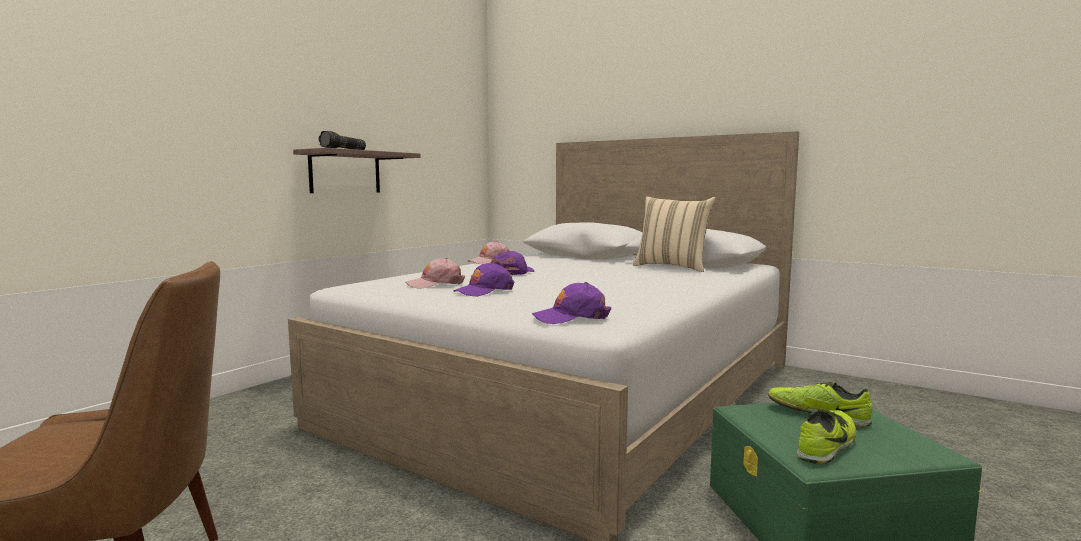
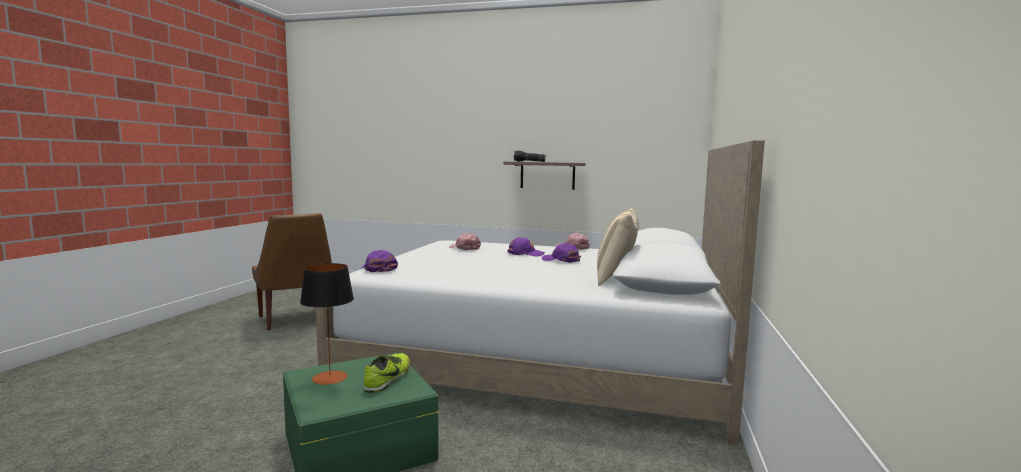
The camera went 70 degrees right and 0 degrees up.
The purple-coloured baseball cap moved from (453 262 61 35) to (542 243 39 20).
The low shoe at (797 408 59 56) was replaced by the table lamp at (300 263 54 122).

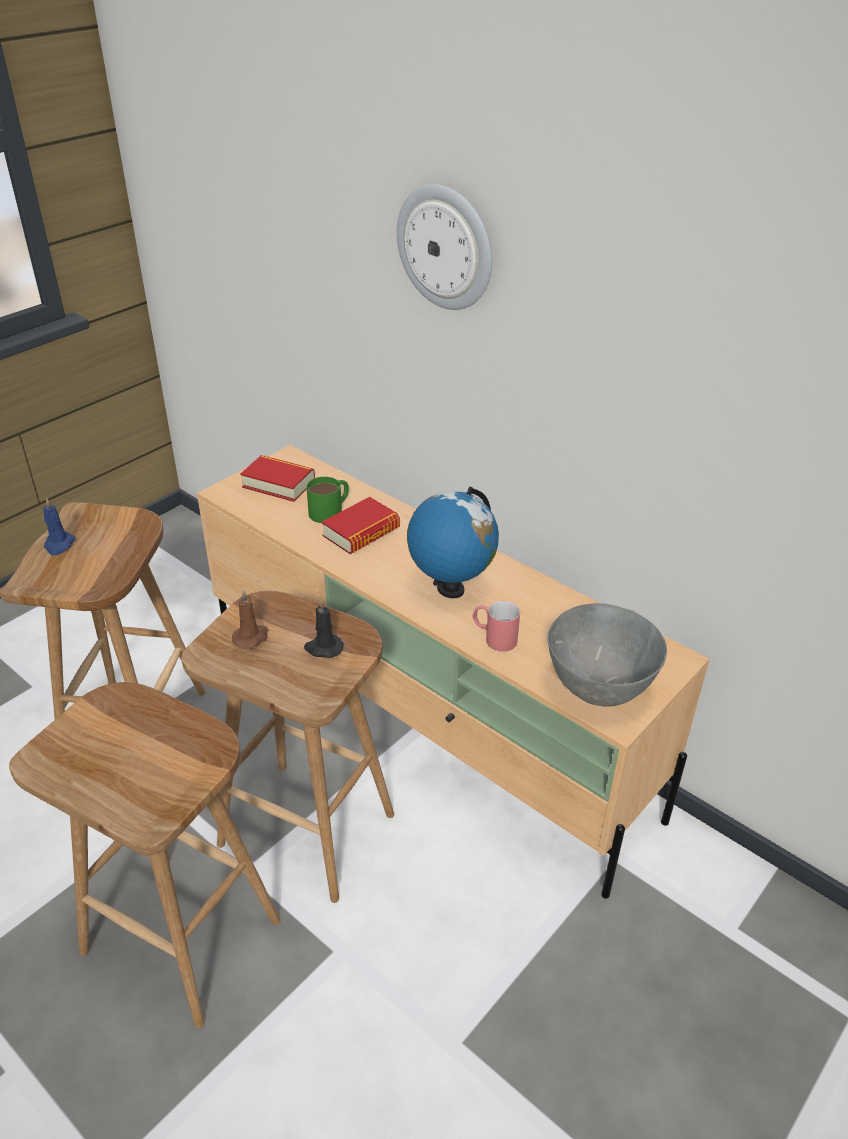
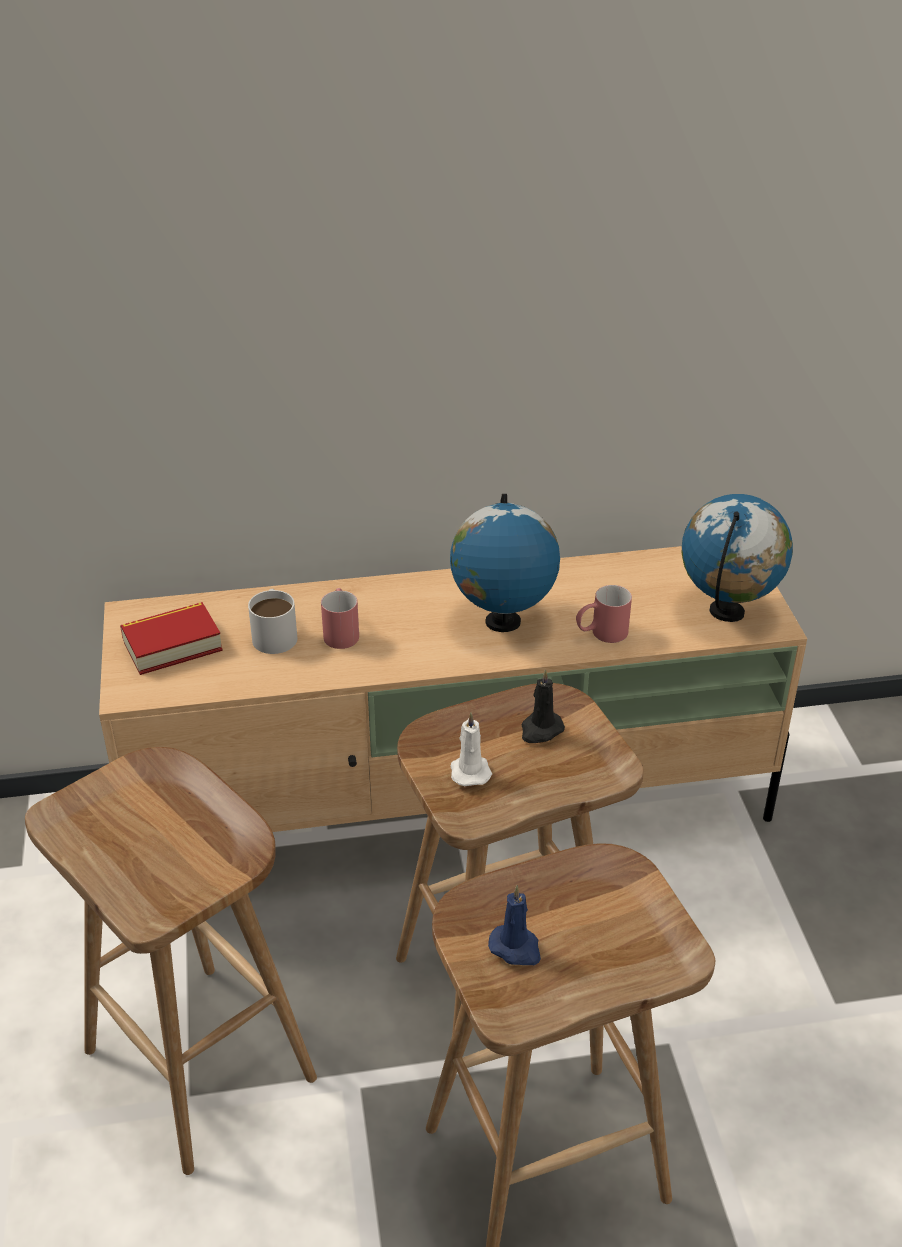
The camera went 50 degrees left and 0 degrees up.
The wall clock at (397 184 95 126) disappeared.
The blue candle moved from (43 497 33 59) to (488 885 53 80).
The book at (322 497 78 57) was replaced by the red coffee mug at (321 588 38 61).
The grey bowl at (547 603 120 104) was replaced by the globe at (682 494 111 128).
The brown-coloured candle at (232 589 36 60) became the white-coloured candle at (450 712 42 74).
The green coffee mug at (306 477 43 46) became the white-coloured coffee mug at (248 589 49 65).

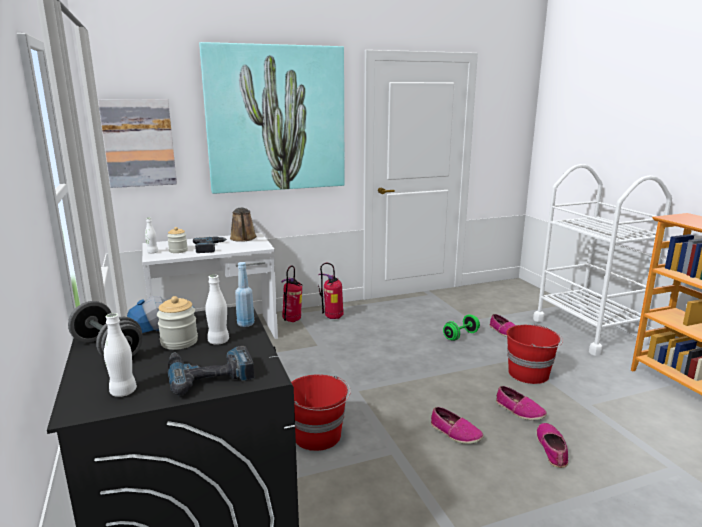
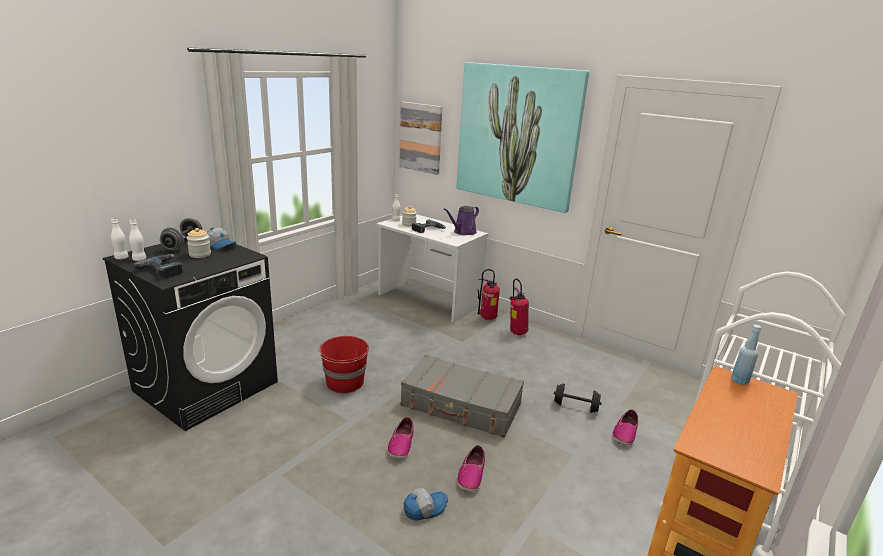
The camera went 55 degrees right and 5 degrees up.
The red pail at (507 324 56 60) disappeared.
The grey piece of luggage at (400 354 124 84) appeared.
The white-coloured drink bottle moved from (205 275 24 70) to (111 218 18 42).
The blue drink bottle moved from (235 262 19 65) to (731 325 30 60).
The low shoe at (536 423 32 45) was replaced by the baseball cap at (404 488 44 33).
The brown-coloured watering pot at (230 207 27 35) became the purple-coloured watering pot at (444 206 35 29).
The green hand weight at (443 314 37 27) became the blackish hand weight at (554 384 48 29).

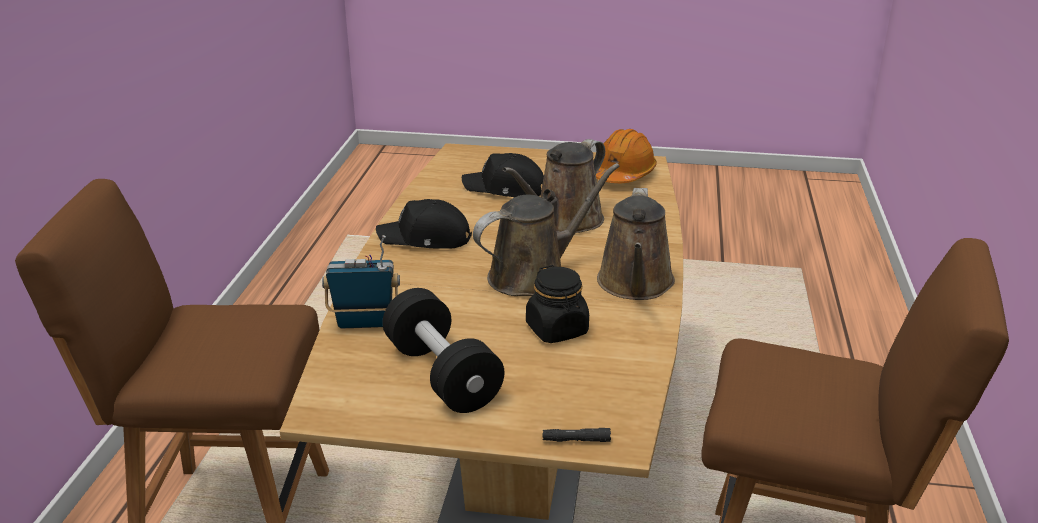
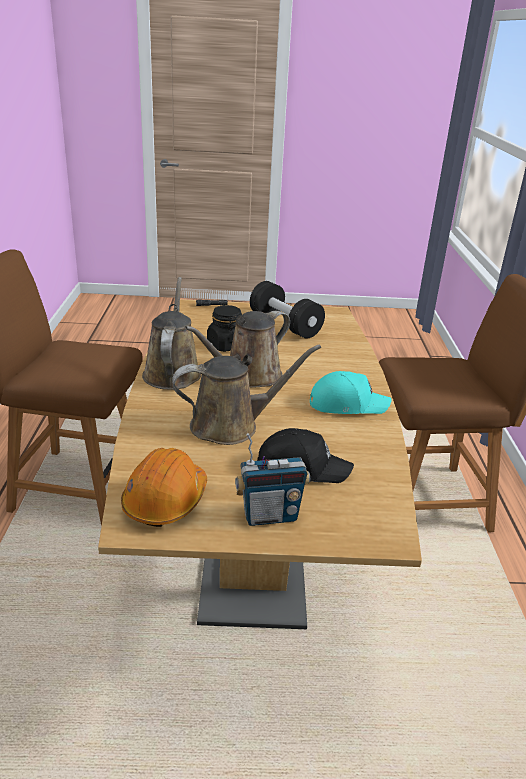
The camera went 170 degrees right and 0 degrees up.
The radio set moved from (322 235 78 93) to (235 433 75 93).
The blackish baseball cap at (376 199 96 50) became the turquoise baseball cap at (310 371 82 43).
The brown-coloured watering pot at (502 139 103 94) turned 45 degrees clockwise.

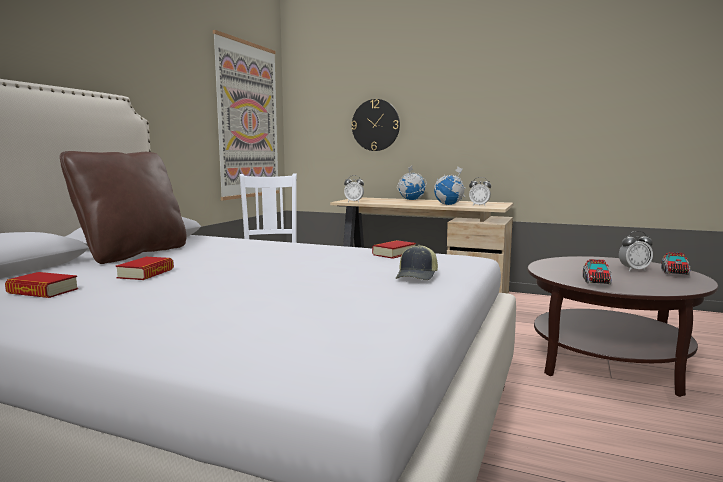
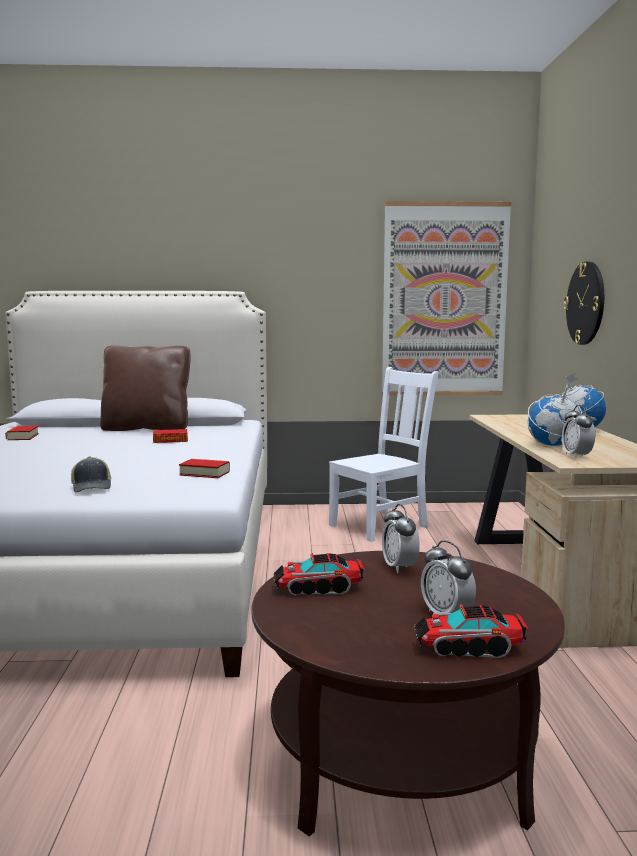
The camera went 65 degrees right and 0 degrees up.
The book moved from (116 257 58 23) to (153 429 35 14).
The table clock moved from (344 175 20 27) to (382 504 38 69).
The baseball cap at (396 245 42 35) turned 105 degrees counterclockwise.

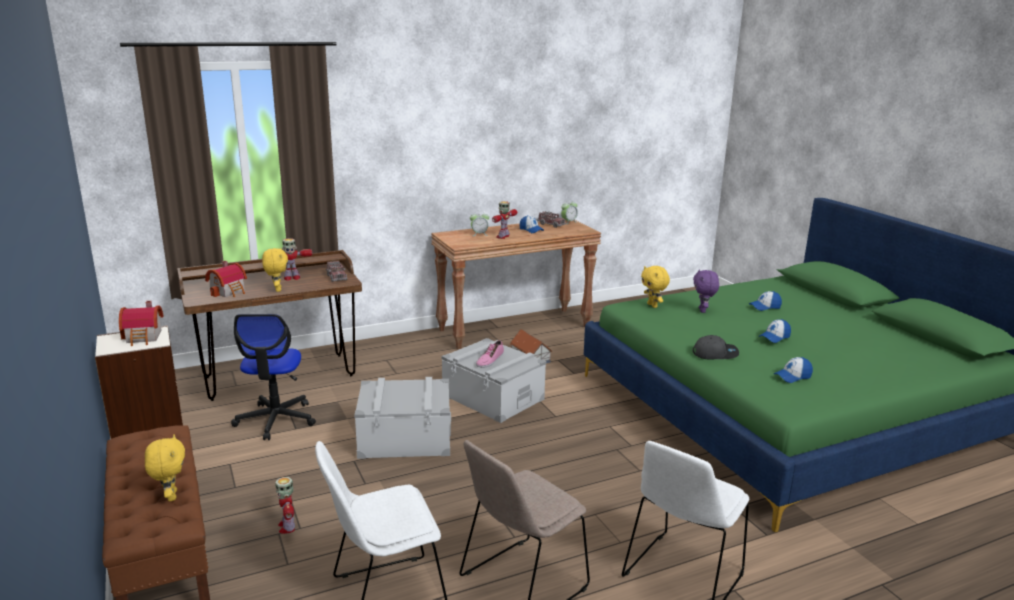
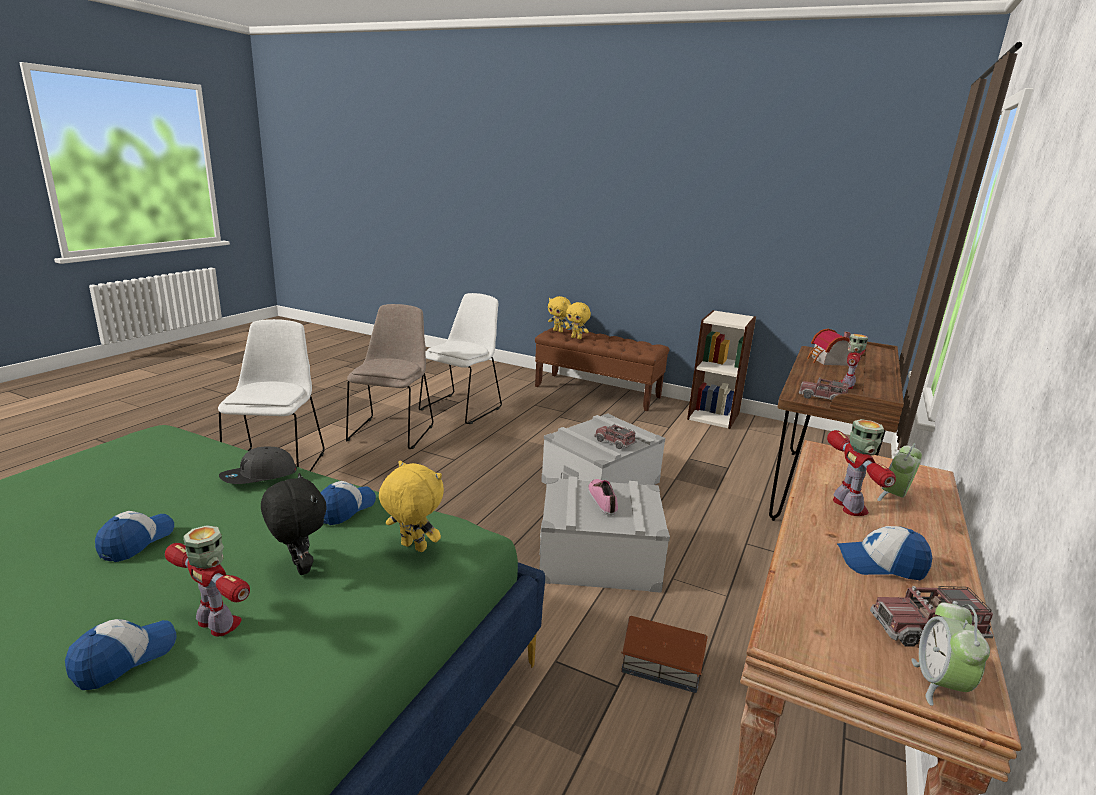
The camera went 140 degrees right and 0 degrees up.
The toy house at (119 301 45 45) disappeared.
The desk chair at (231 314 85 126) disappeared.
The toy lorry at (594 424 43 25) appeared.
The yellow cuddly toy moved from (262 248 26 44) to (548 296 23 36).
The model robot moved from (275 477 20 57) to (165 525 85 112).
The baseball cap moved from (774 357 39 26) to (321 481 55 44).
The purple-coloured cuddly toy at (693 269 26 44) became the blackish cuddly toy at (261 473 66 102).

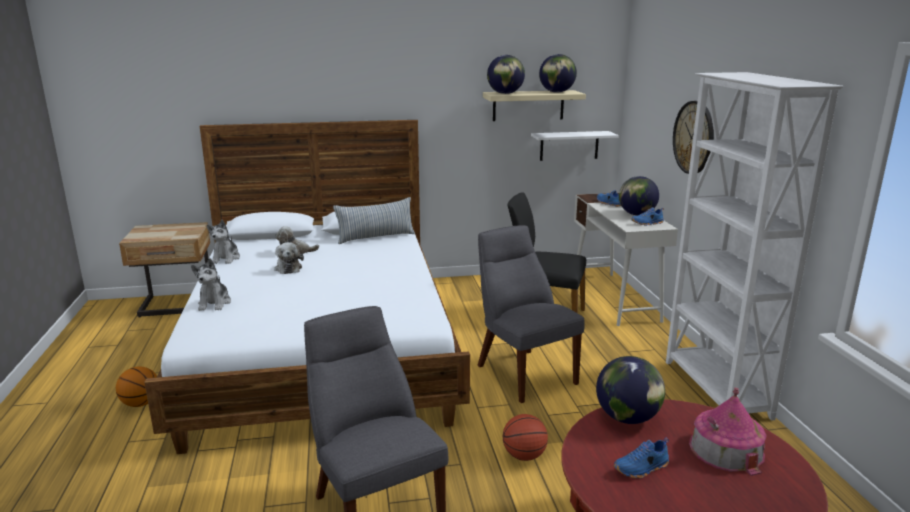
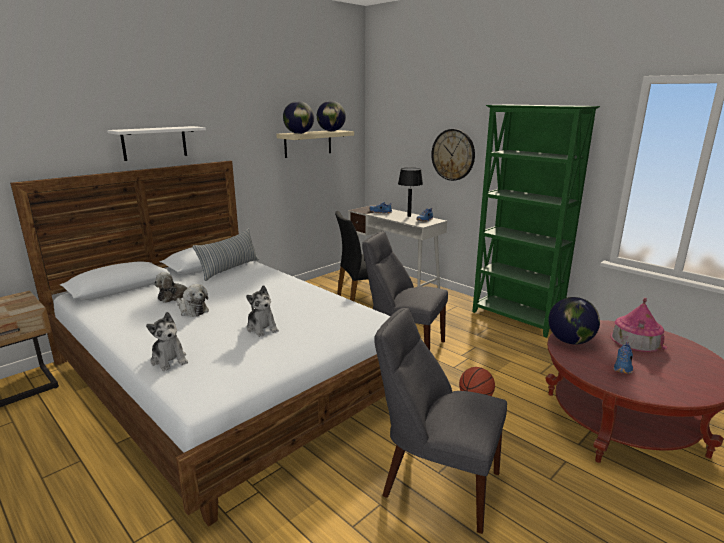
The camera went 35 degrees left and 0 degrees up.
The ball for basketball at (116 366 41 41) disappeared.
The cuddly toy moved from (207 220 33 44) to (246 285 33 52).
The white-coloured bracket shelf moved from (531 131 88 30) to (107 126 99 35).
The globe at (619 176 40 39) was replaced by the blackish table lamp at (398 168 25 49).
The white-coloured shelving unit at (666 72 178 349) became the green shelving unit at (472 105 128 233).

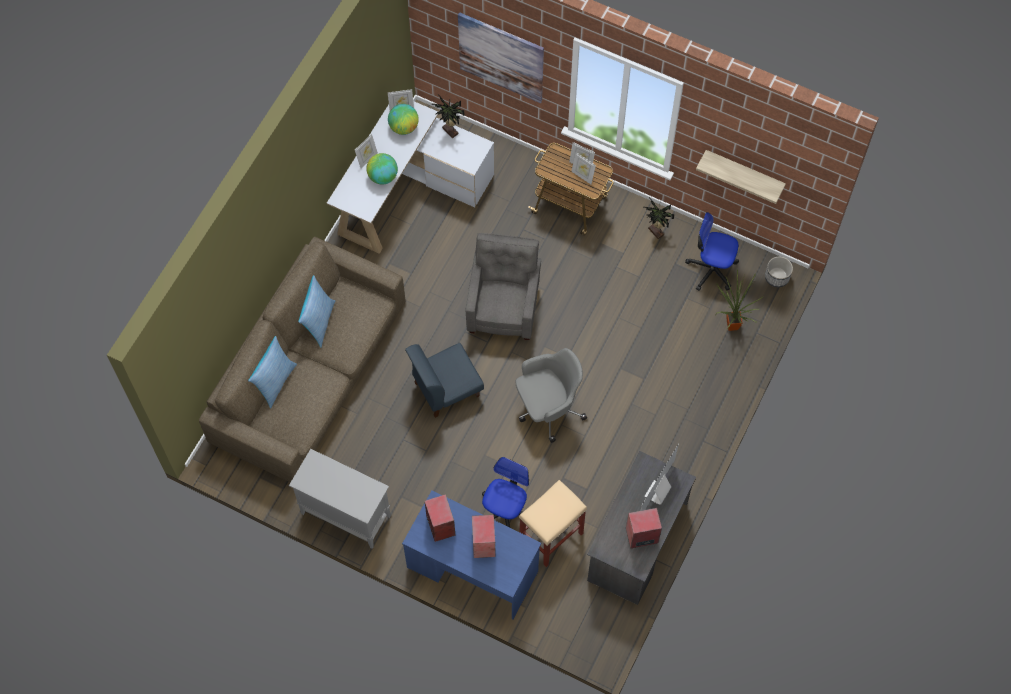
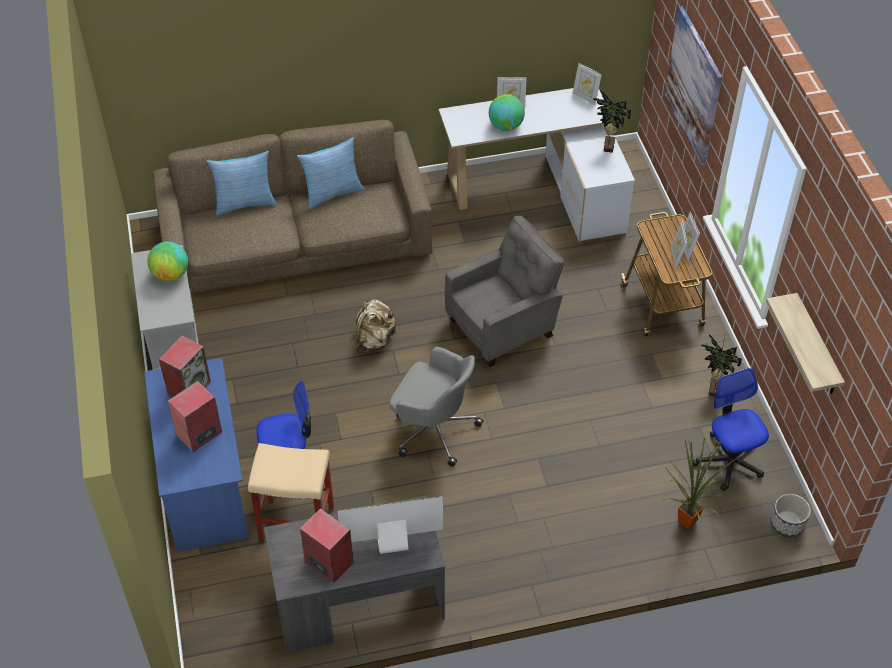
The camera went 50 degrees right and 15 degrees down.
The globe moved from (388 104 31 31) to (147 241 41 41).
The blue upright chair at (405 343 79 75) was replaced by the sand-coloured backpack at (356 299 40 54).

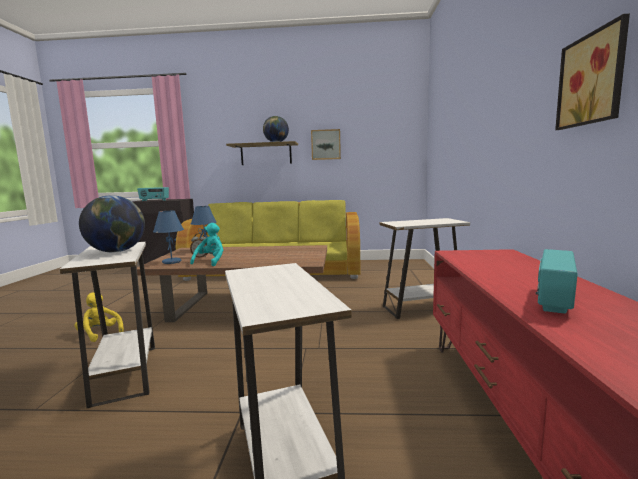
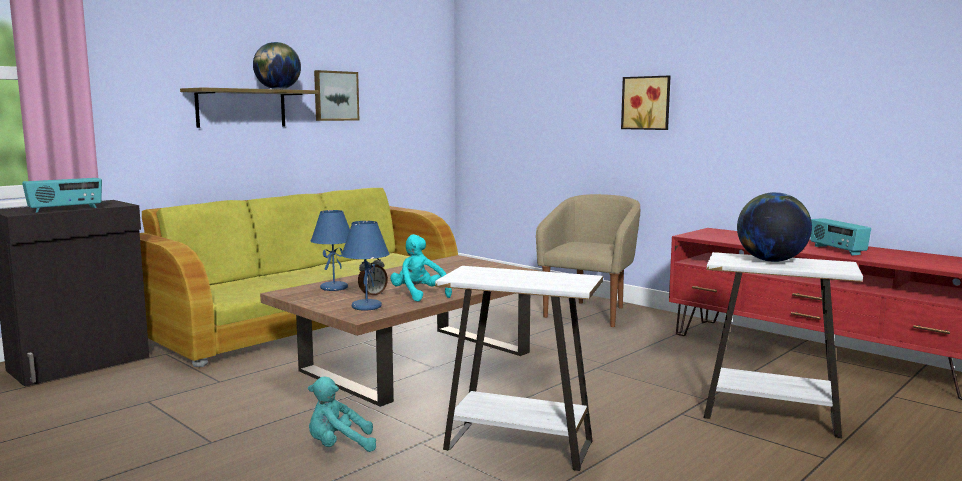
The camera went 50 degrees left and 0 degrees up.
The globe moved from (79 195 66 58) to (737 192 75 70).
The wall picture moved from (555 14 75 116) to (621 76 49 54).
The white-coloured end table at (380 218 90 101) was replaced by the sand-coloured lounge chair at (536 194 104 133).
The yellow cuddly toy at (74 292 50 50) became the turquoise cuddly toy at (308 377 68 75).

